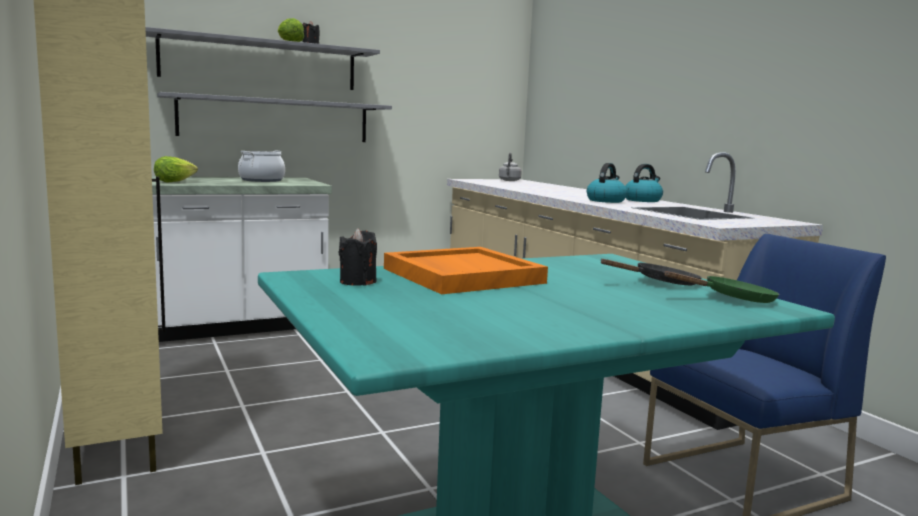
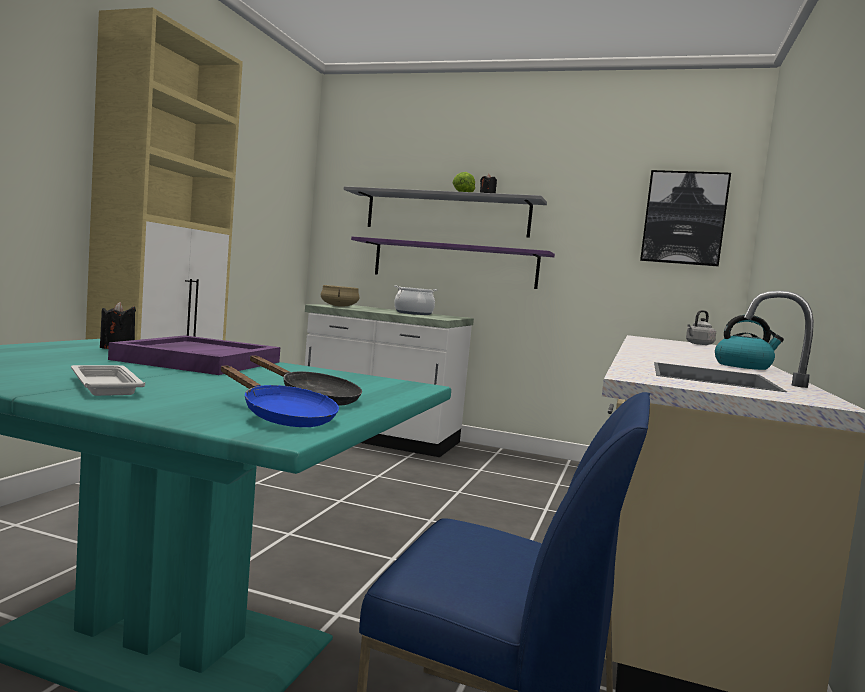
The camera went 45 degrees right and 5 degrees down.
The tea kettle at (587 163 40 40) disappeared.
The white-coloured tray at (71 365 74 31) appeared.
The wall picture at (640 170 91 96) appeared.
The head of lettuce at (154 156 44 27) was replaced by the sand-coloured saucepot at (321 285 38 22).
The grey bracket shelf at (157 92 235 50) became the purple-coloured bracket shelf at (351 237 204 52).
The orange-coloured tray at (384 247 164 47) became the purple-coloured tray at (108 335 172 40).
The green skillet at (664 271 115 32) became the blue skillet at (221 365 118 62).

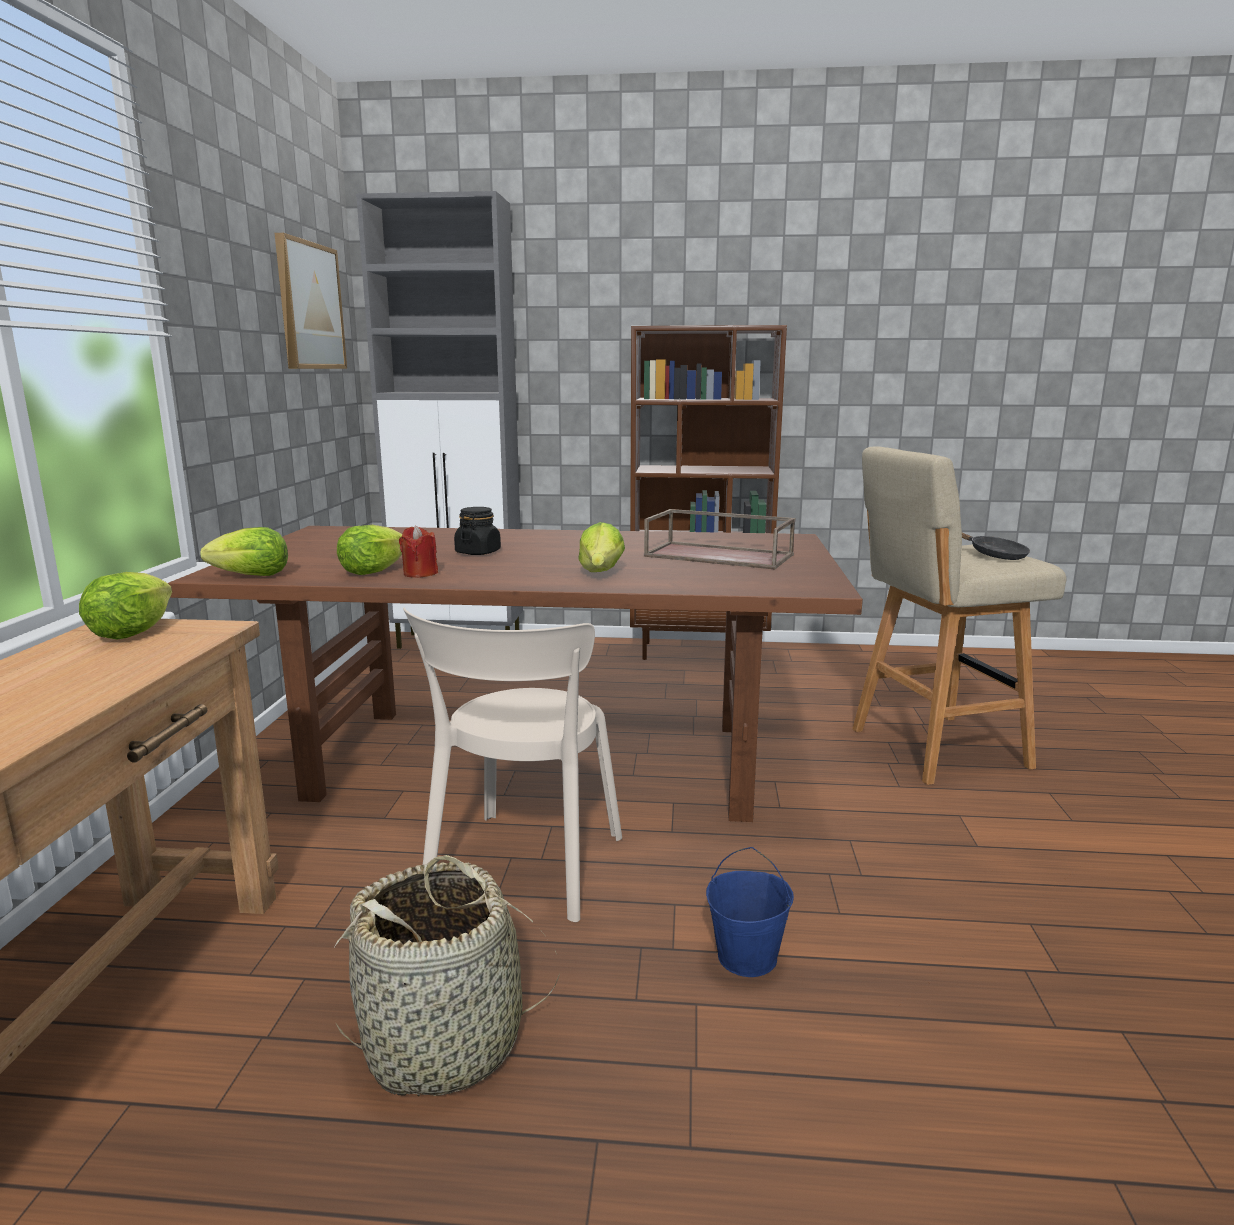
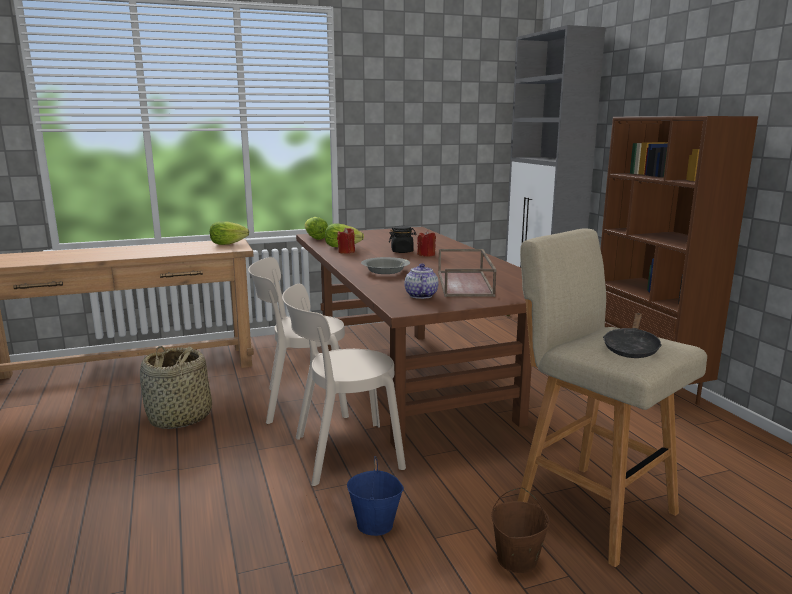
The camera went 65 degrees right and 0 degrees up.
The wall picture at (275 233 72 136) disappeared.
The sand-coloured upright chair at (282 284 124 202) appeared.
The tea pot at (404 263 34 36) appeared.
The red candle at (417 230 19 27) appeared.
The brown-coloured pail at (491 487 59 86) appeared.
The blue pail moved from (706 847 88 130) to (347 456 57 80).
The head of lettuce at (578 522 47 50) was replaced by the grey bowl at (361 257 49 17).

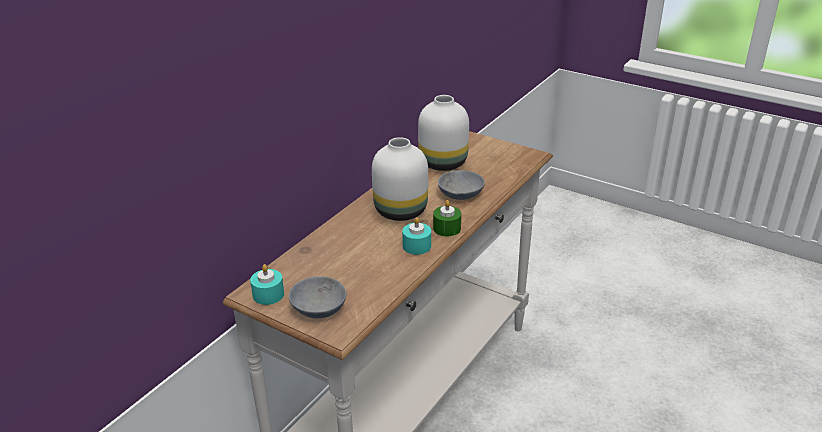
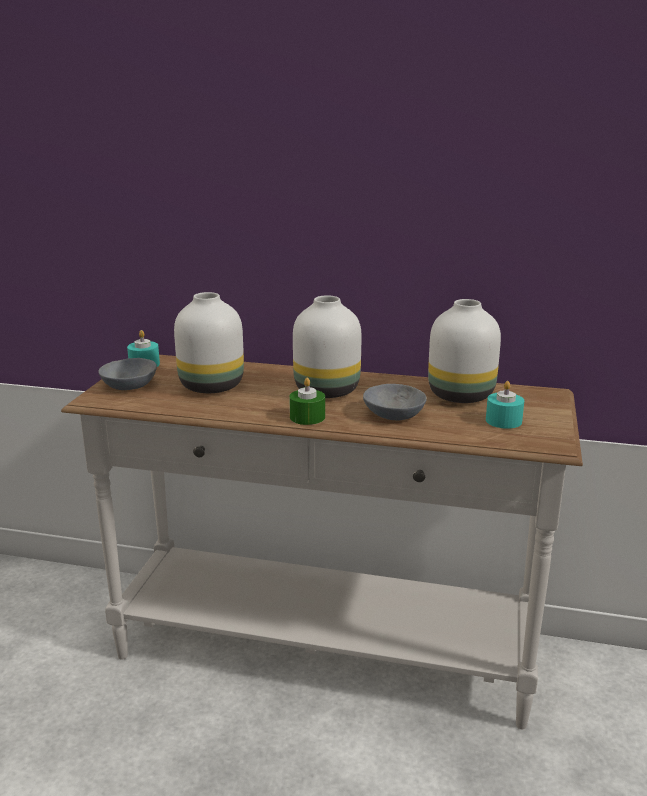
The camera went 70 degrees right and 10 degrees down.
The white-coloured vase at (174 292 70 101) appeared.
The turquoise candle moved from (402 217 29 38) to (486 381 38 48).

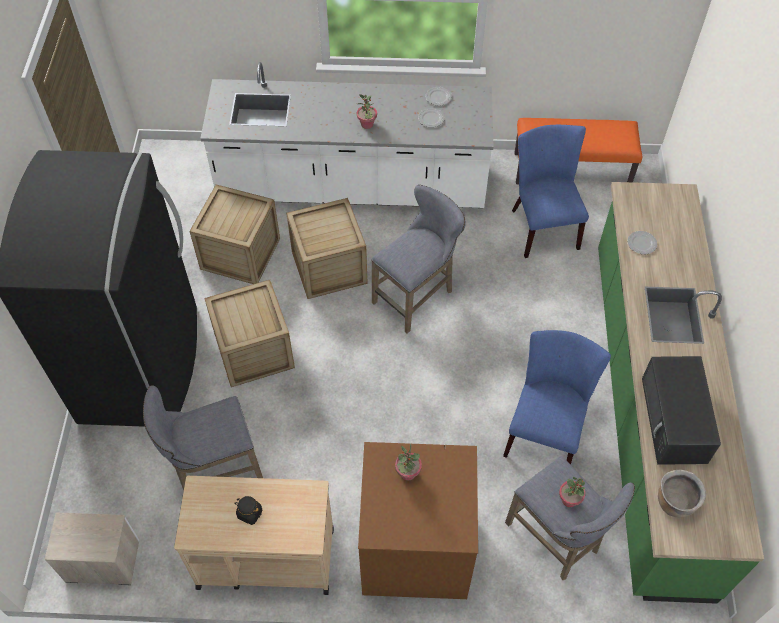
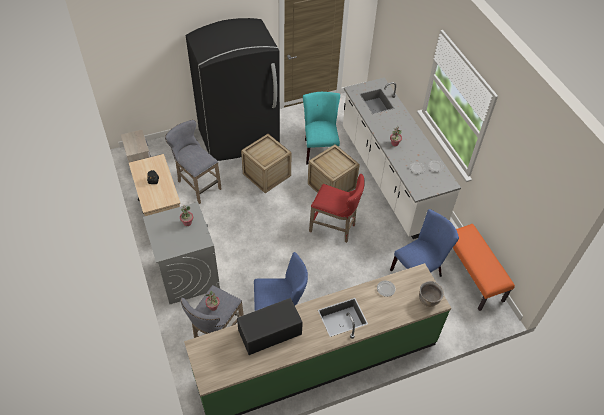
The camera went 65 degrees right and 5 degrees down.
The brown-coloured saucepot moved from (658 470 48 47) to (419 281 25 26).
The crate at (189 184 91 100) was replaced by the turquoise upright chair at (303 92 37 73).
The brown-coloured washing machine at (358 442 120 157) became the grey washing machine at (143 202 77 102).
The grey sitting stool at (371 185 95 148) became the red sitting stool at (309 174 56 69).

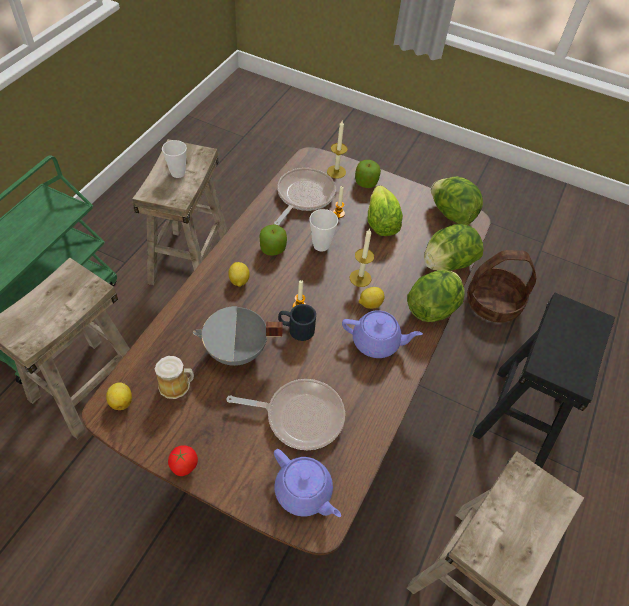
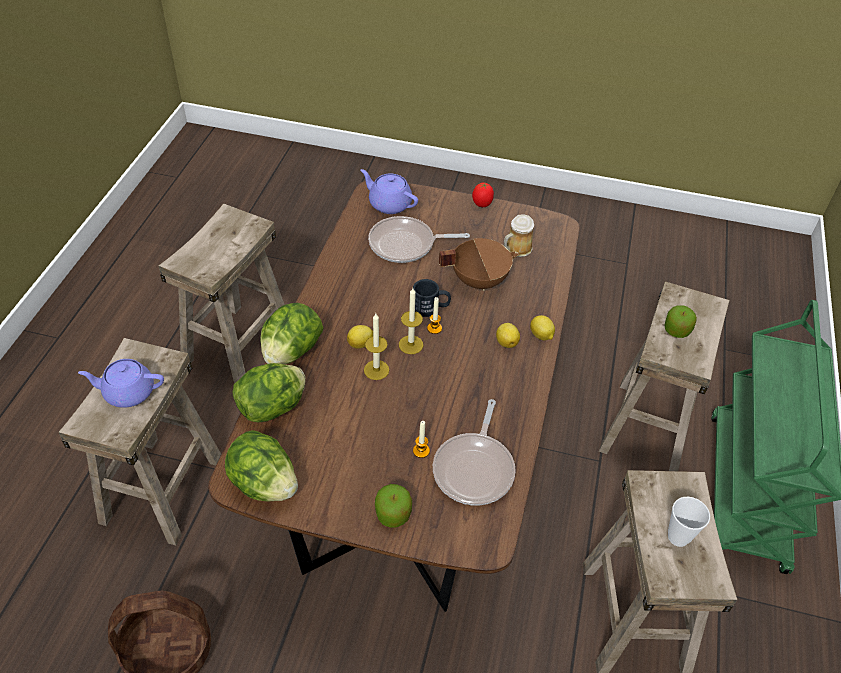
The camera went 170 degrees right and 5 degrees down.
The drinking cup at (309 209 29 43) disappeared.
The head of lettuce at (368 185 35 51) disappeared.
The whole lemon moved from (106 382 26 28) to (530 315 25 25).
The apple moved from (259 224 28 32) to (664 305 33 33).
The candle moved from (327 120 21 59) to (399 288 24 66).
The purple-coloured tea pot moved from (342 310 81 48) to (78 359 86 49).
The grey saucepot at (193 306 90 60) became the brown-coloured saucepot at (439 238 80 53).
The blackish sitting stool at (473 293 142 175) became the sand-coloured sitting stool at (58 338 163 208).

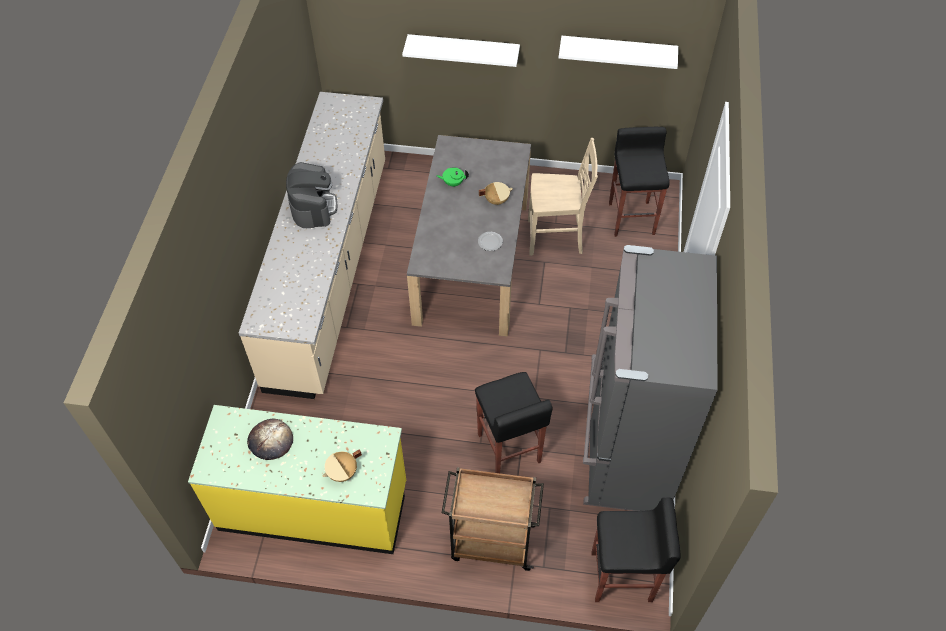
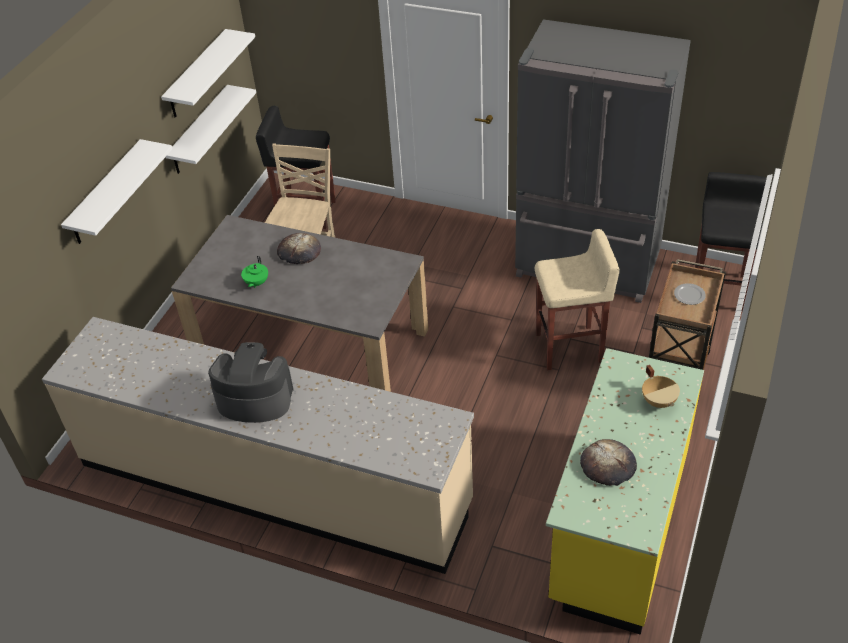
The camera went 75 degrees left and 10 degrees down.
The white-coloured bracket shelf at (165 85 91 89) appeared.
The flat dish moved from (478 232 25 19) to (674 283 32 22).
The sand-coloured saucepot at (479 182 34 23) was replaced by the bread at (277 233 44 31).
The blackish sitting stool at (475 372 78 101) became the sand-coloured sitting stool at (535 229 85 141).

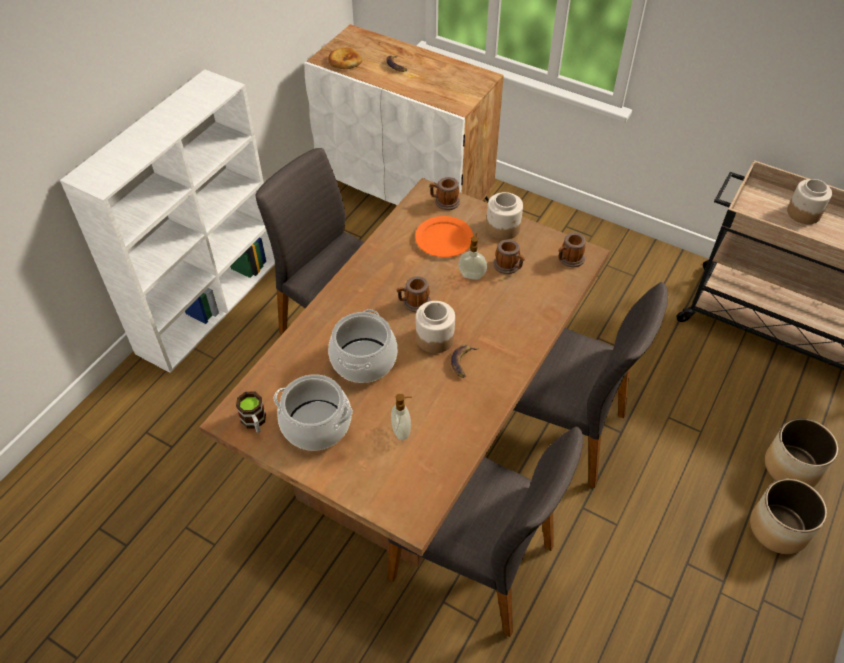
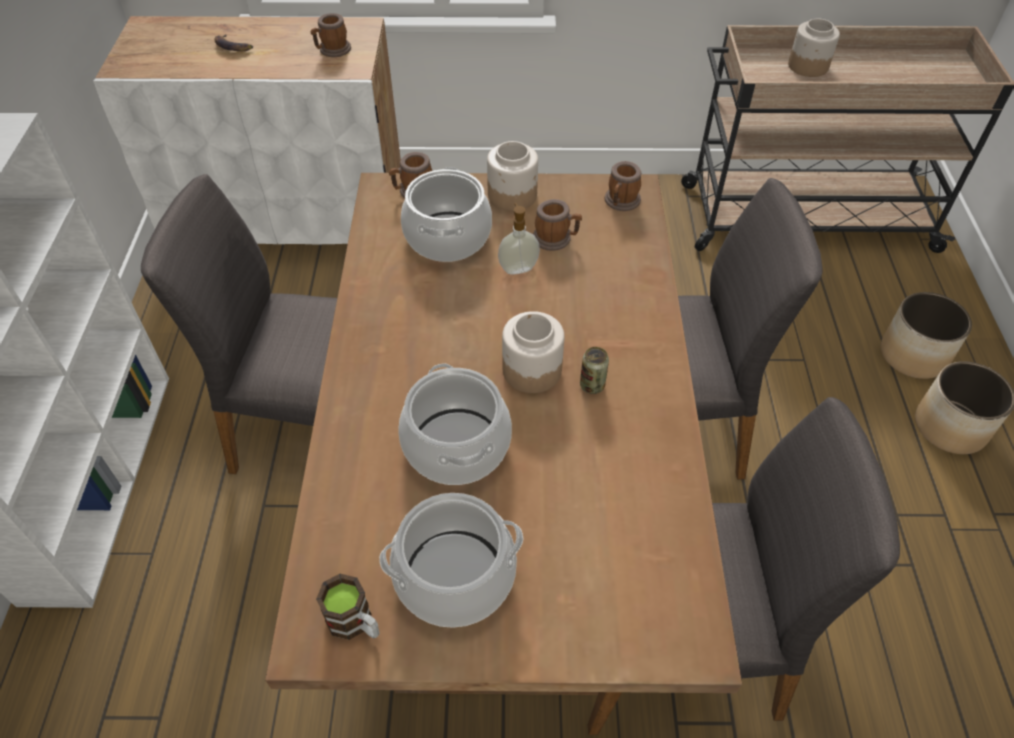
The camera went 30 degrees left and 0 degrees up.
The bread at (328 48 34 21) disappeared.
The liquid soap bottle at (391 394 21 46) disappeared.
The coffee mug moved from (397 276 34 36) to (310 13 41 44).
The orange-coloured flat dish at (415 216 58 41) was replaced by the saucepot at (401 167 91 95).
The whole banana at (451 345 28 33) was replaced by the sealed can at (580 347 29 47).

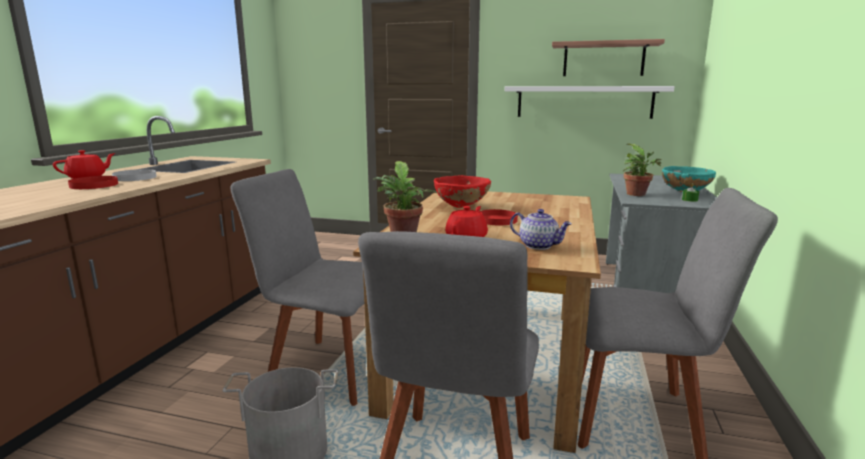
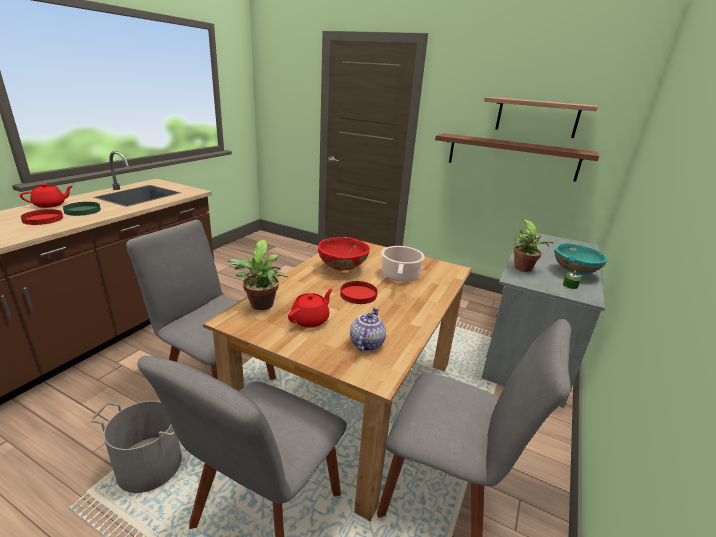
The camera went 10 degrees right and 10 degrees up.
The saucepot at (381 246 44 36) appeared.
The white-coloured flat dish at (112 169 45 12) became the green flat dish at (63 202 38 14).
The white-coloured bracket shelf at (504 86 171 33) became the brown-coloured bracket shelf at (435 133 164 48).
The tea pot at (510 209 62 41) turned 120 degrees counterclockwise.

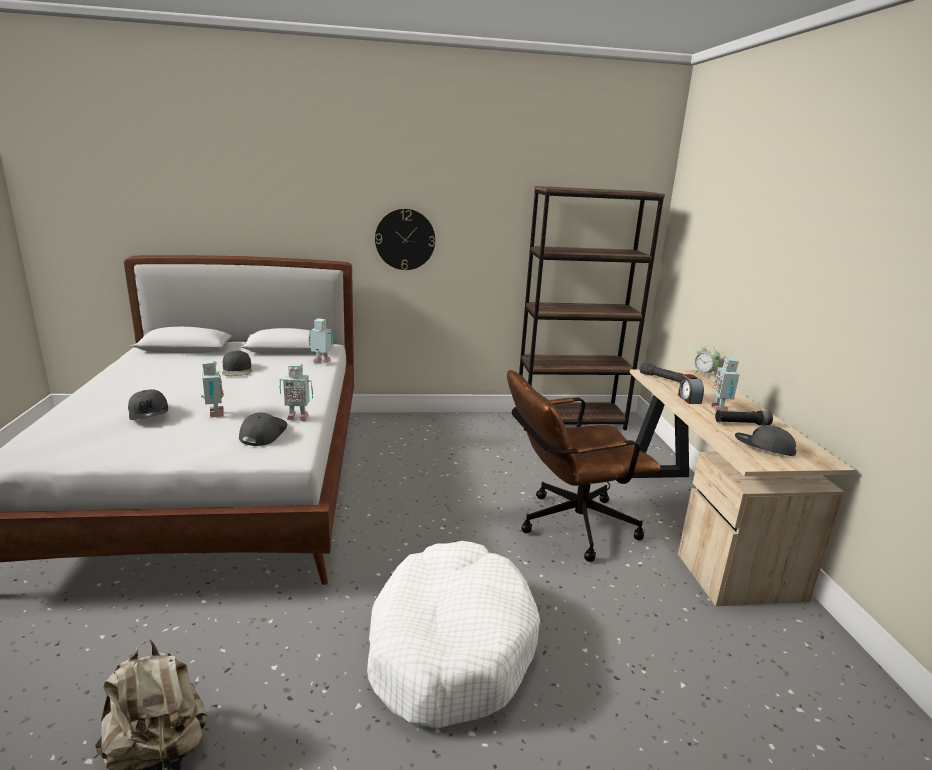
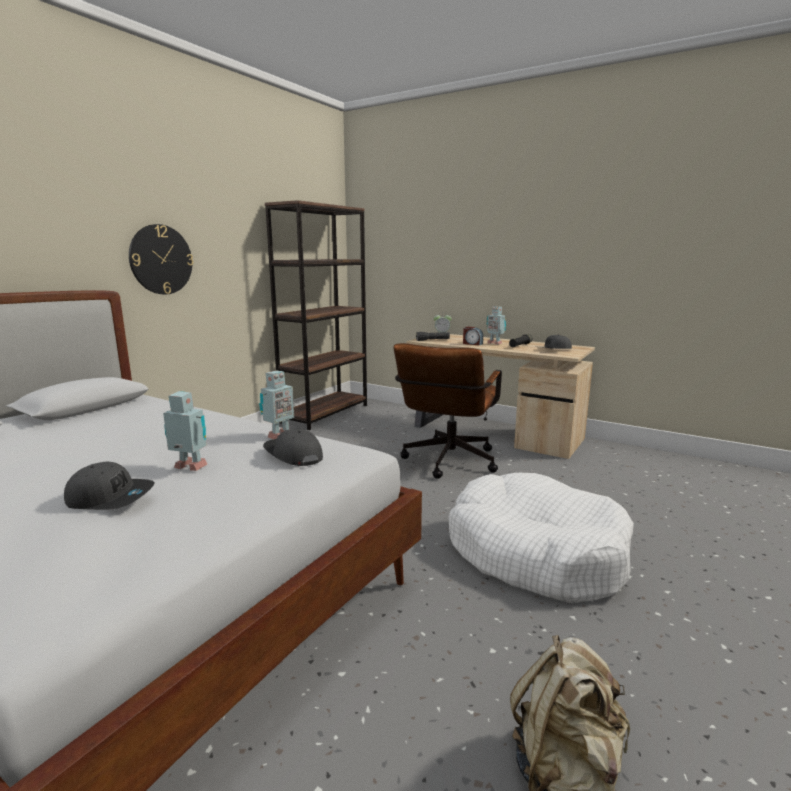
The camera went 50 degrees left and 5 degrees down.
The blackish baseball cap at (222 350 30 26) disappeared.
The model robot at (309 318 24 45) disappeared.

